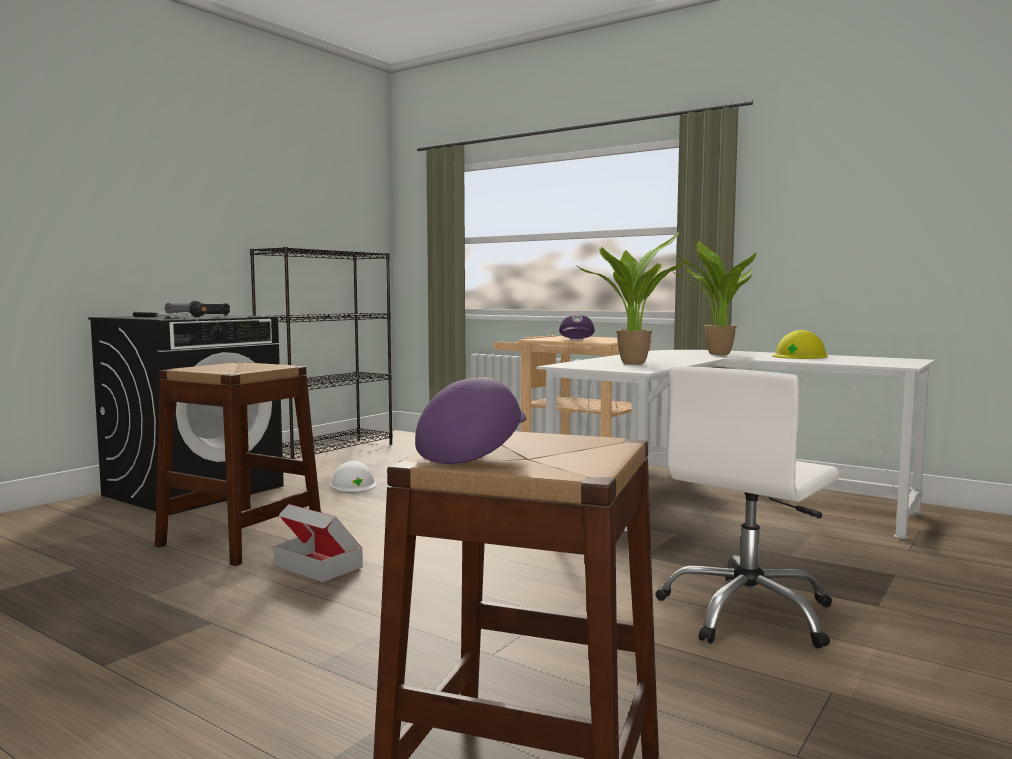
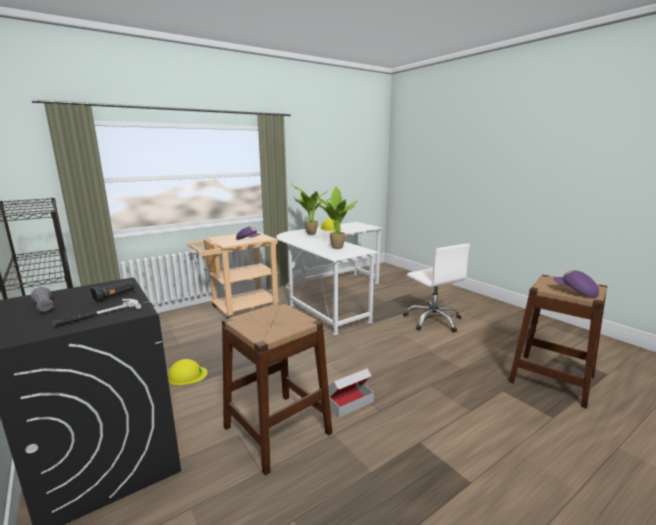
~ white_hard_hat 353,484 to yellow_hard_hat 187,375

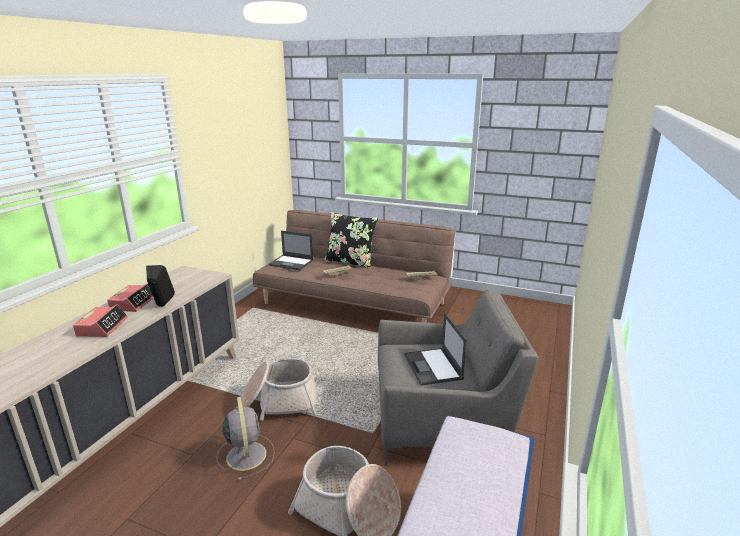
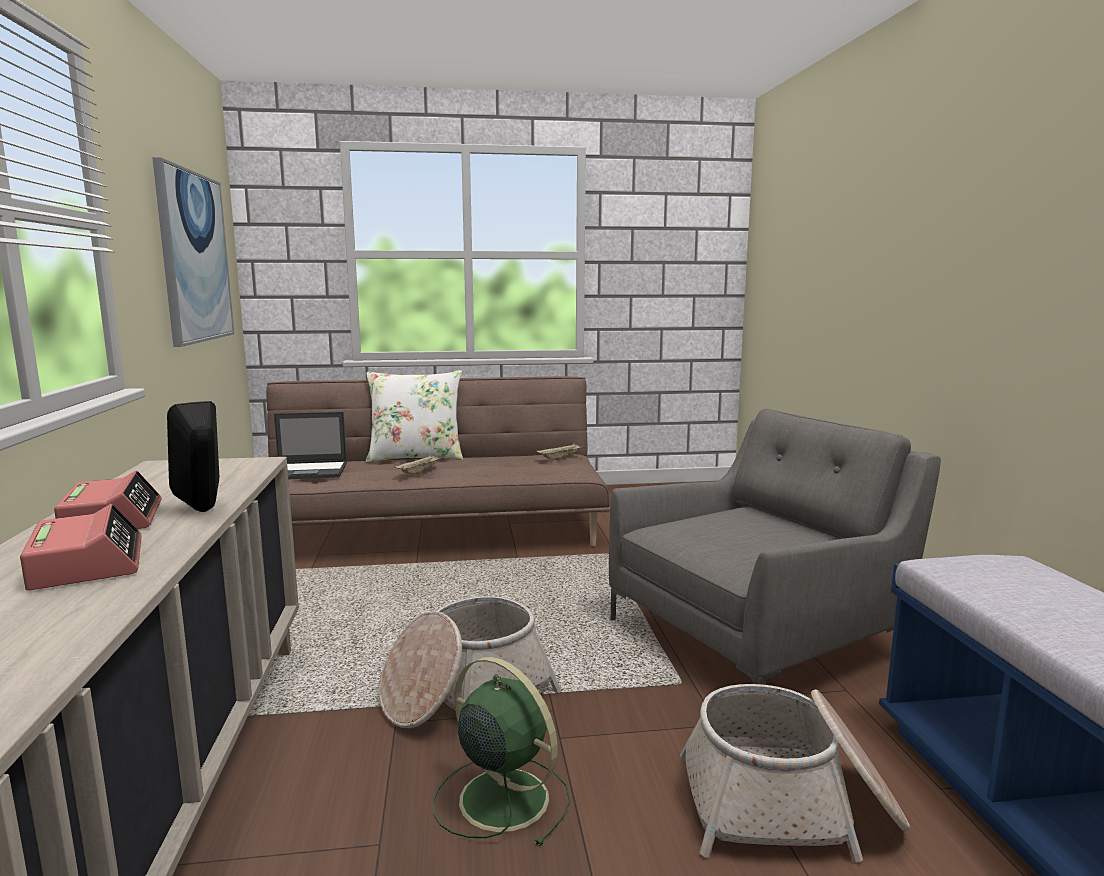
~ black_pillow 350,262 to white_pillow 416,457
- laptop 433,367
~ grey_fan 246,454 to green_fan 501,797
+ picture 195,257

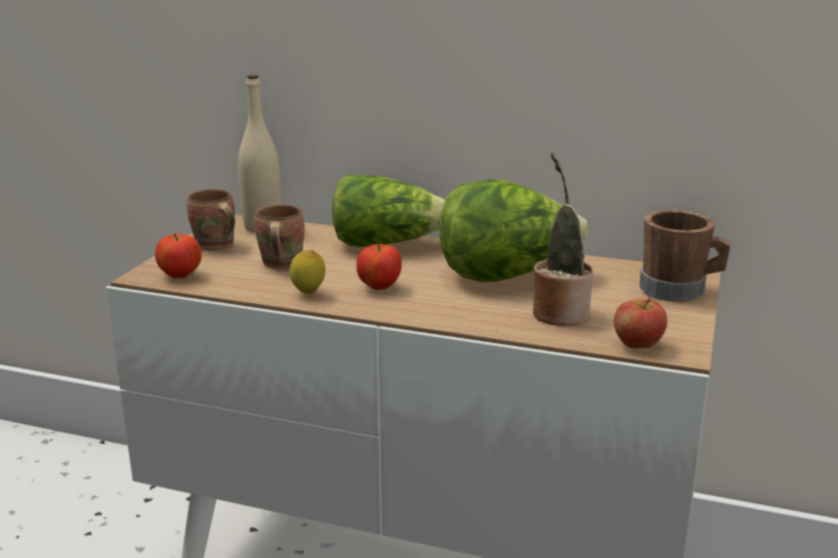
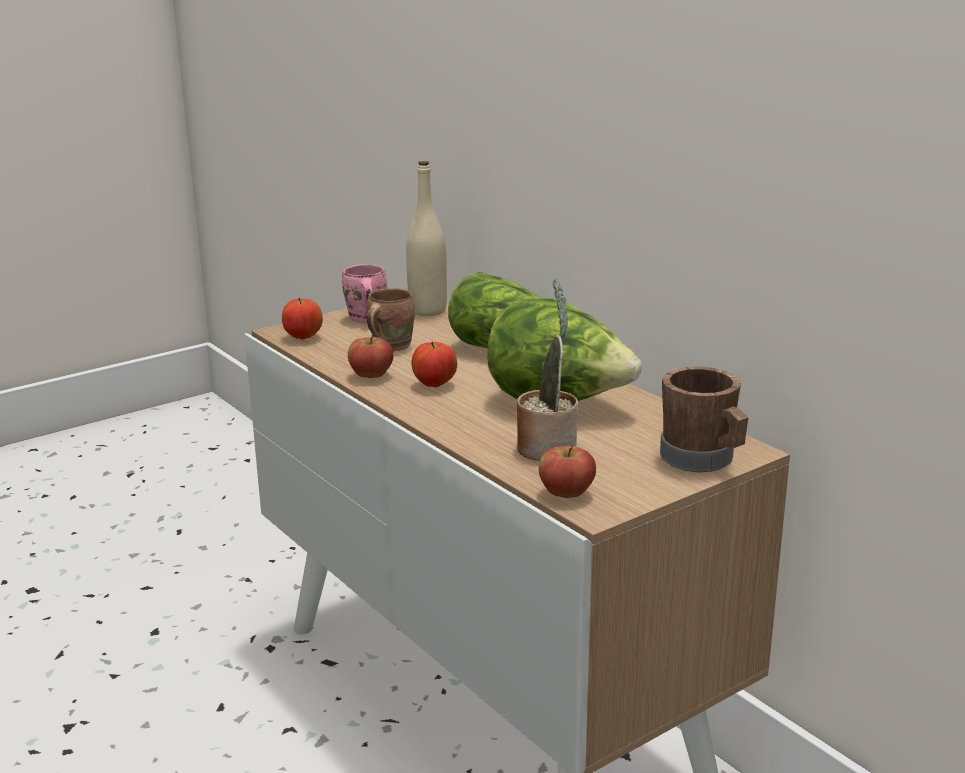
~ brown_mug 214,246 to pink_mug 365,319
~ lemon 308,294 to apple 371,375

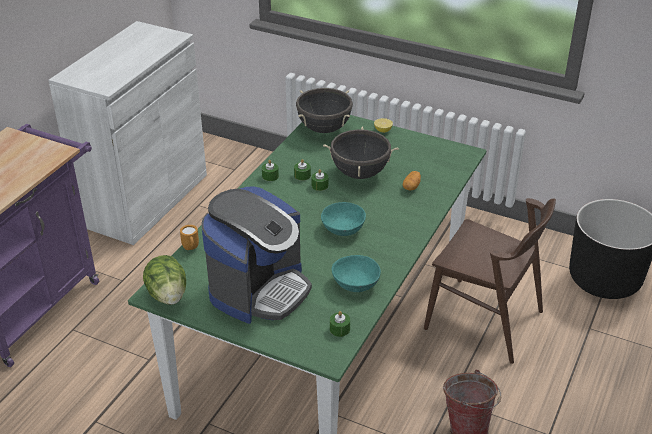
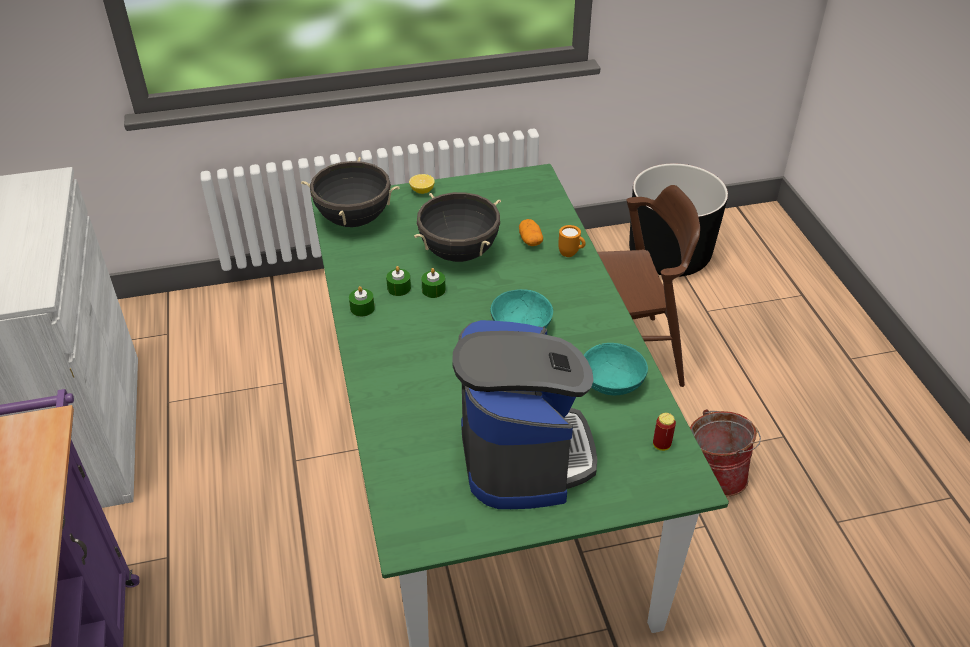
~ orange_mug 191,249 to 571,254
- lettuce 168,295
~ green_candle 339,329 to can 661,445

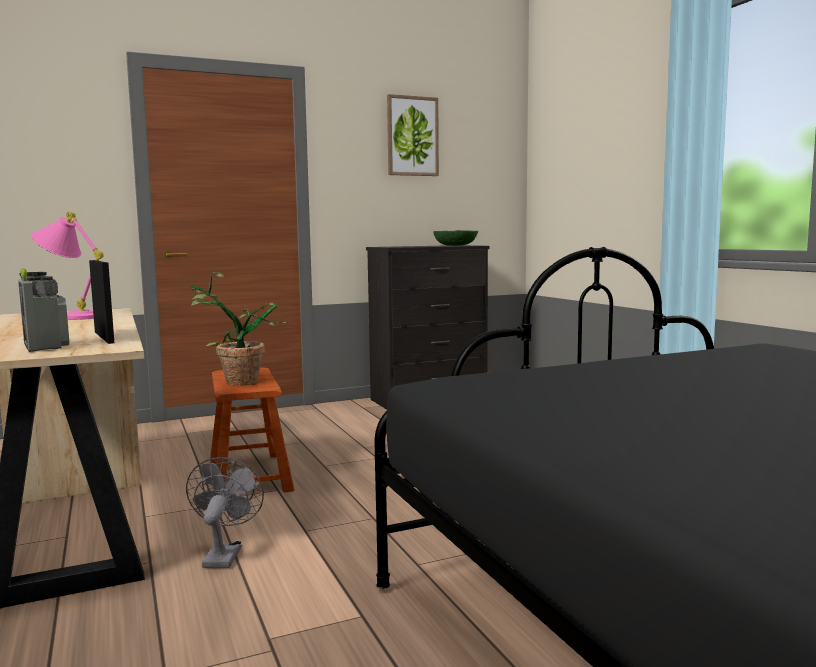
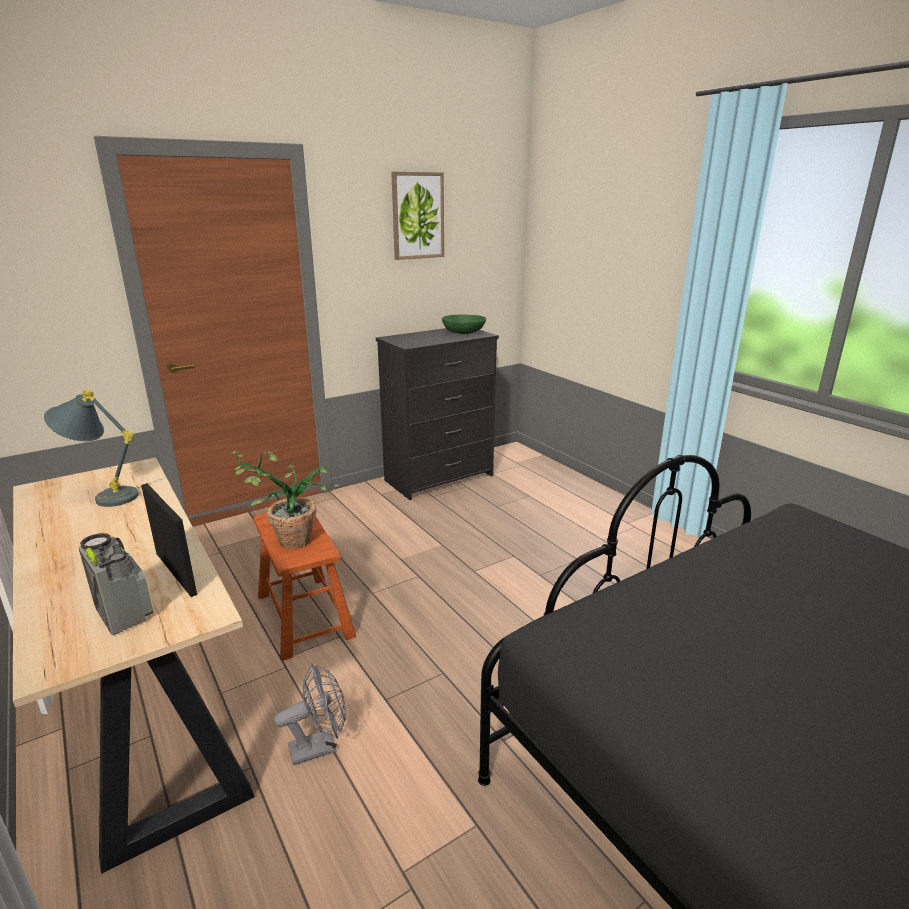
~ pink_table_lamp 71,317 to grey_table_lamp 104,497
~ grey_fan 224,554 = 320,746 75 degrees clockwise

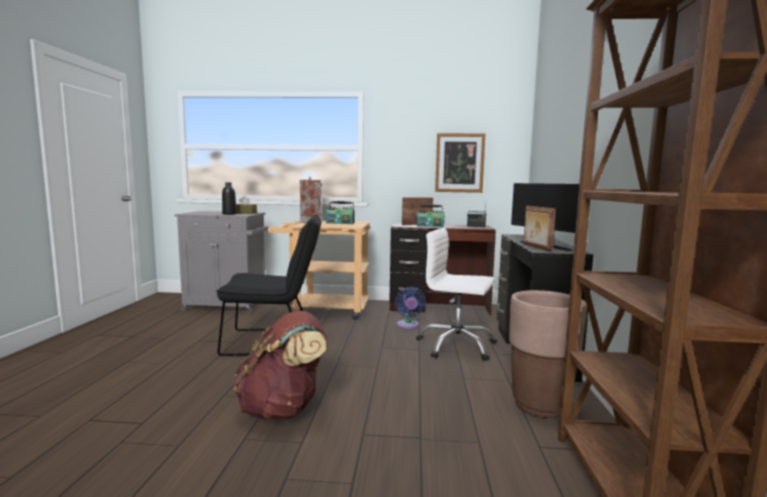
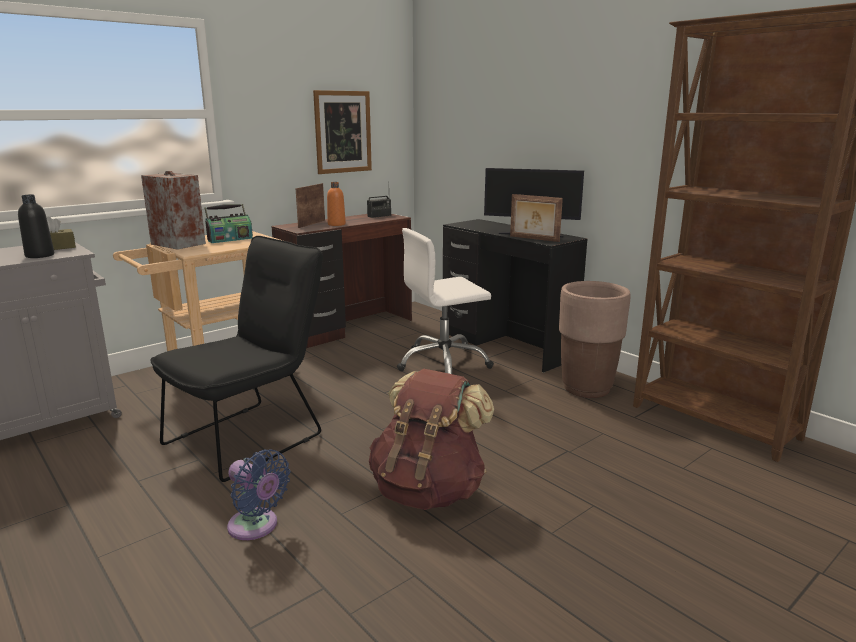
~ radio 430,226 to orange_bottle 336,224
~ blue_fan 408,325 to 256,527

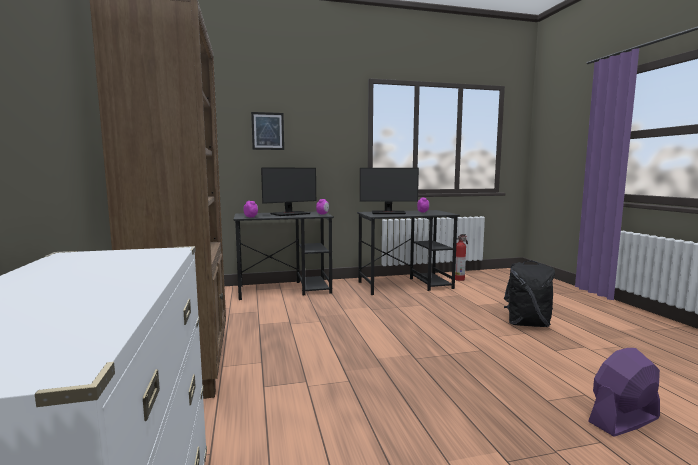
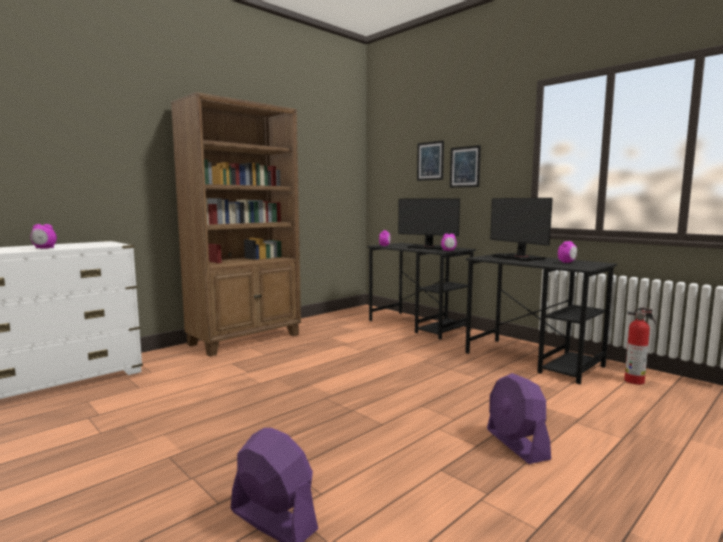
~ black_backpack 527,324 to purple_fan 516,444
+ picture 465,167
+ alarm_clock 44,248

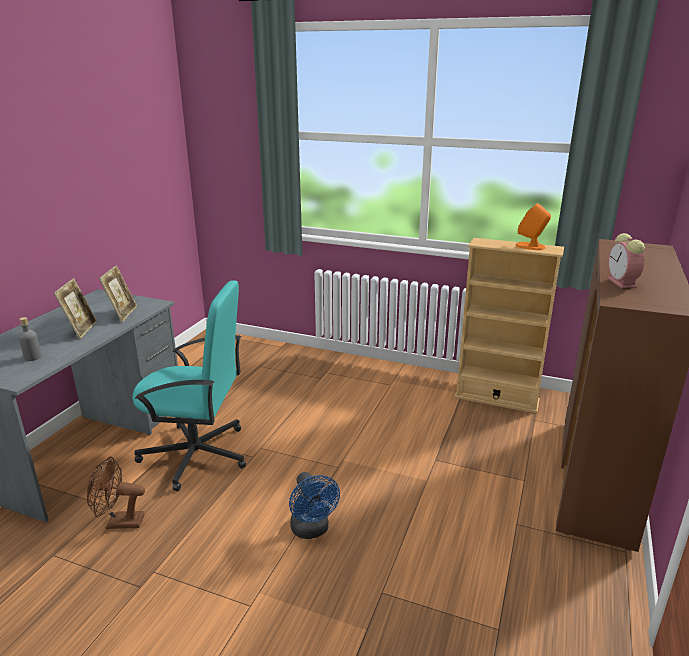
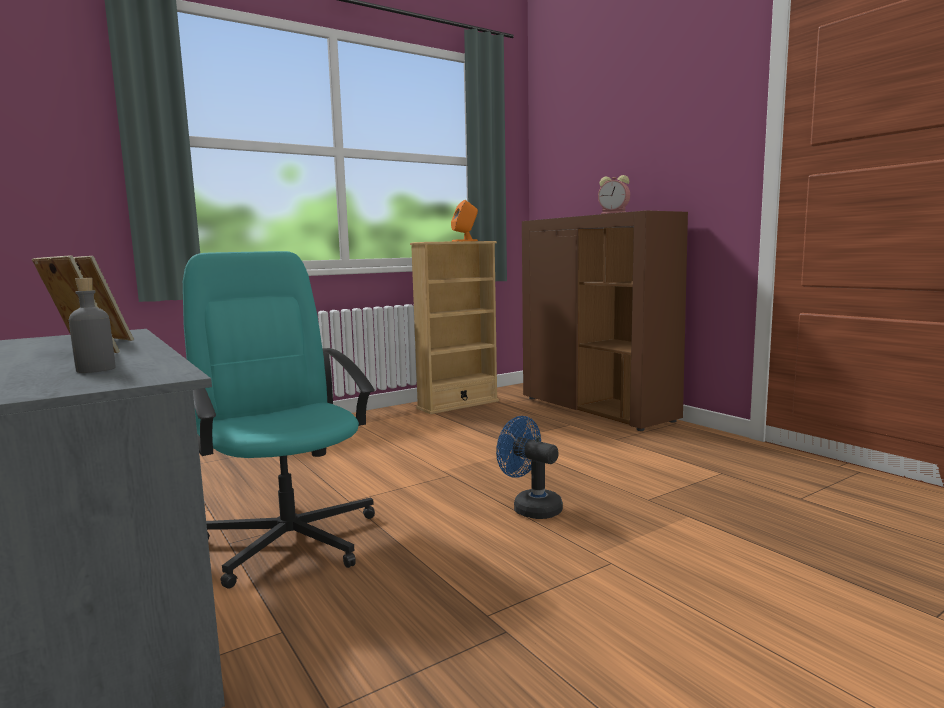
~ turquoise_office_chair 197,455 = 290,539 75 degrees counterclockwise
- brown_fan 119,522
~ blue_fan 312,530 = 530,507 150 degrees counterclockwise

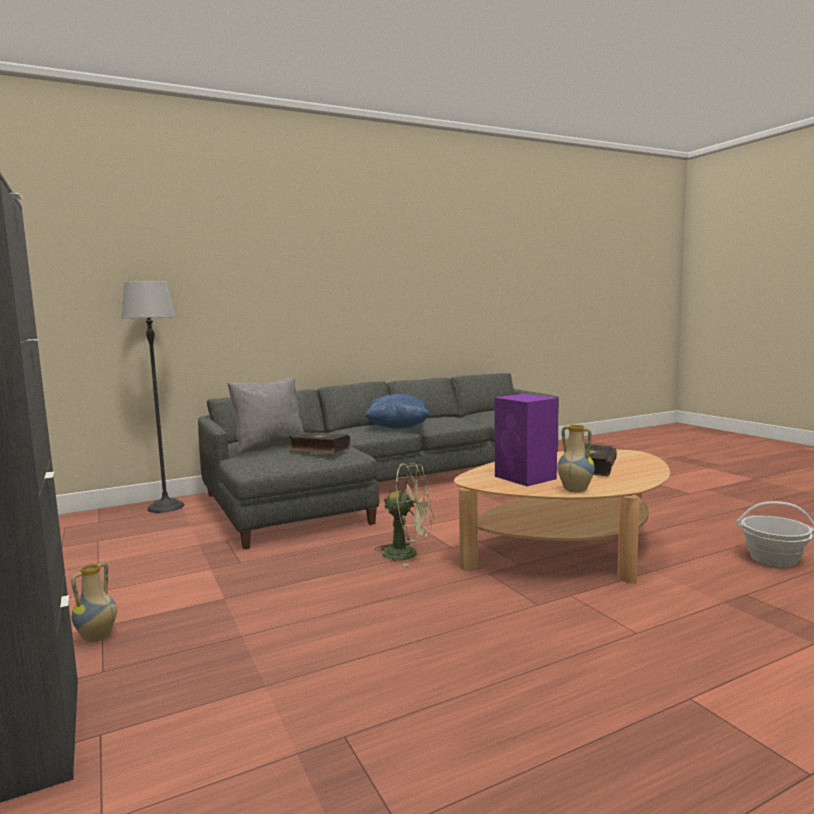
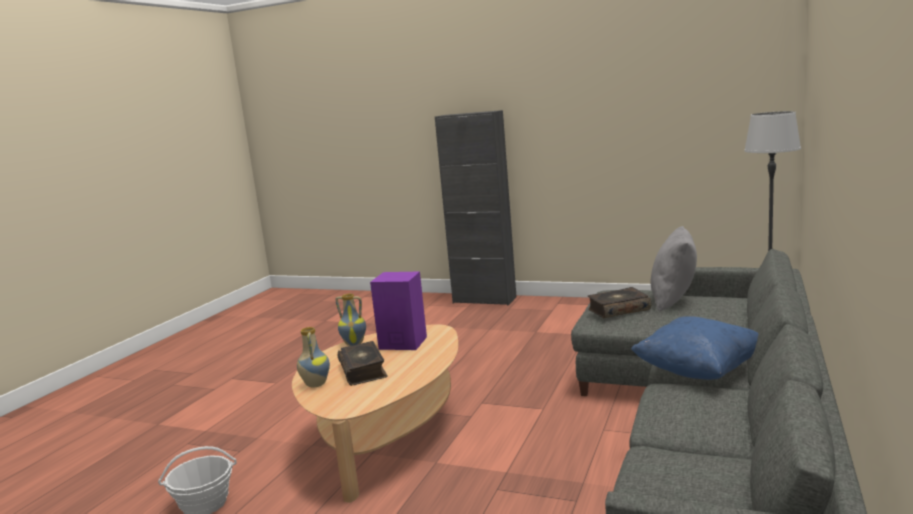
- green_fan 408,554
~ vase 97,638 to 315,384

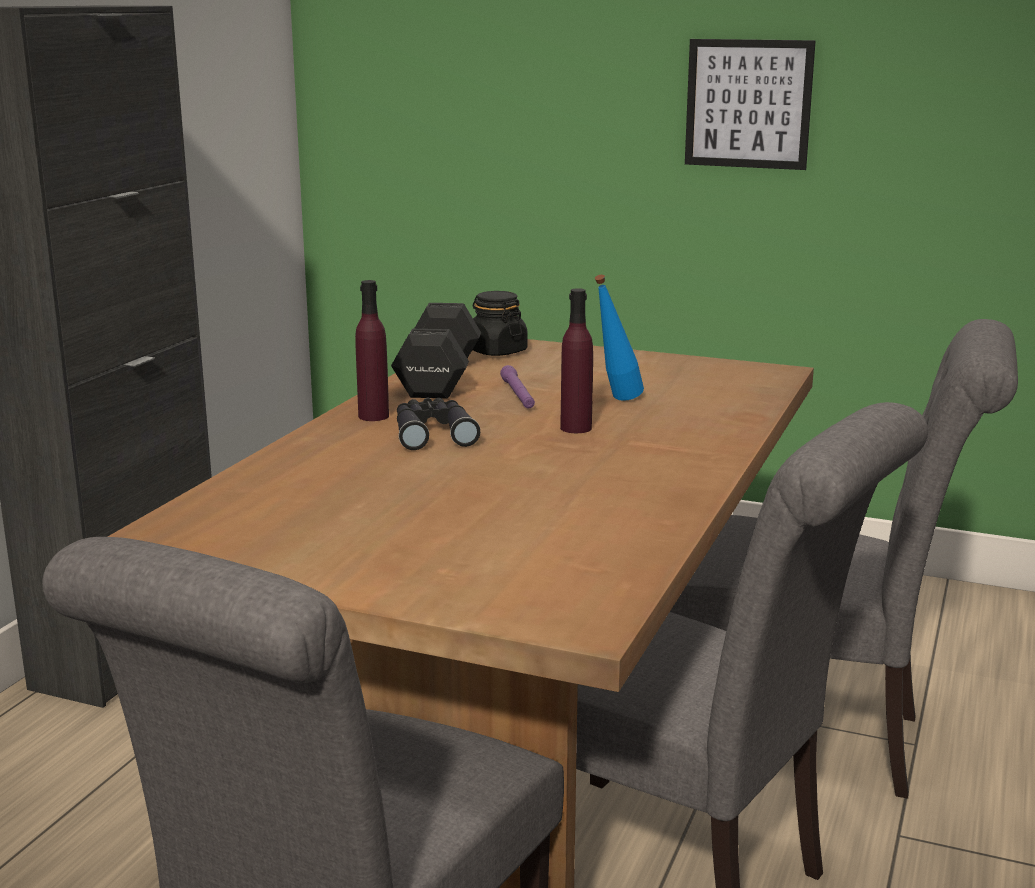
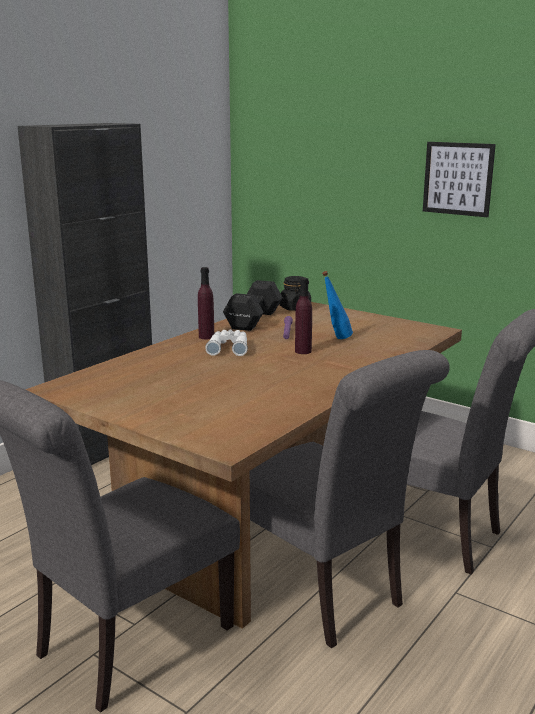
~ black_binoculars 433,433 to white_binoculars 228,348

